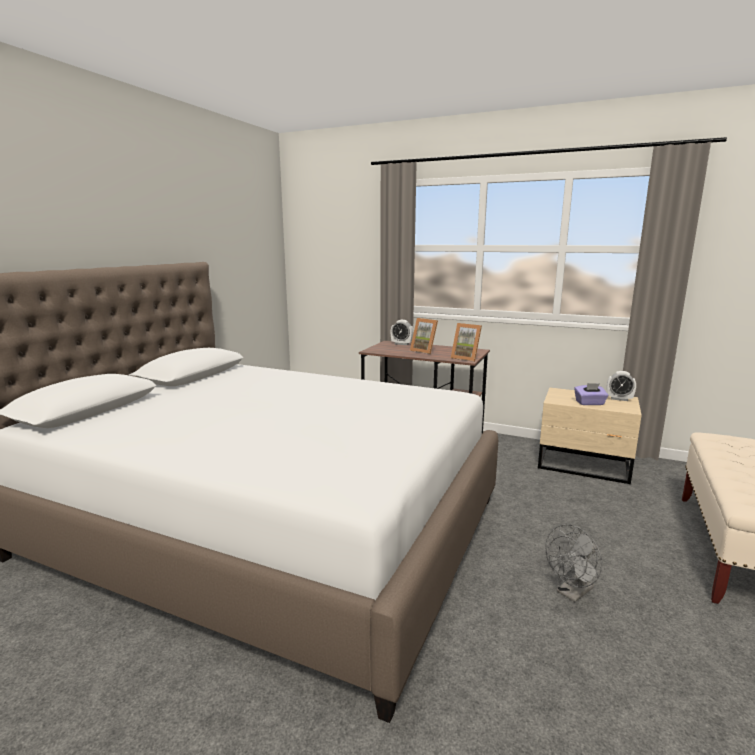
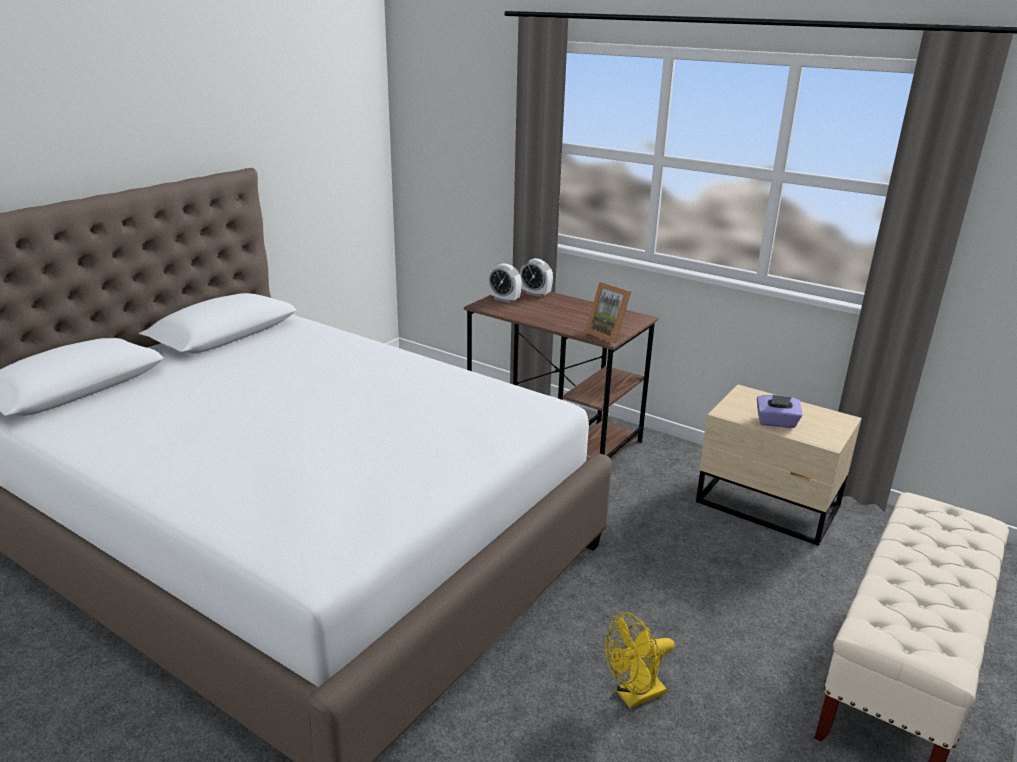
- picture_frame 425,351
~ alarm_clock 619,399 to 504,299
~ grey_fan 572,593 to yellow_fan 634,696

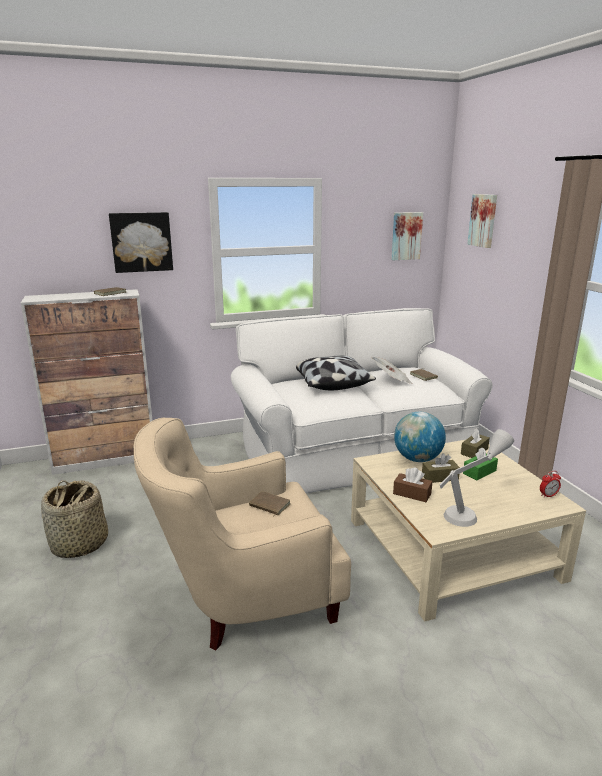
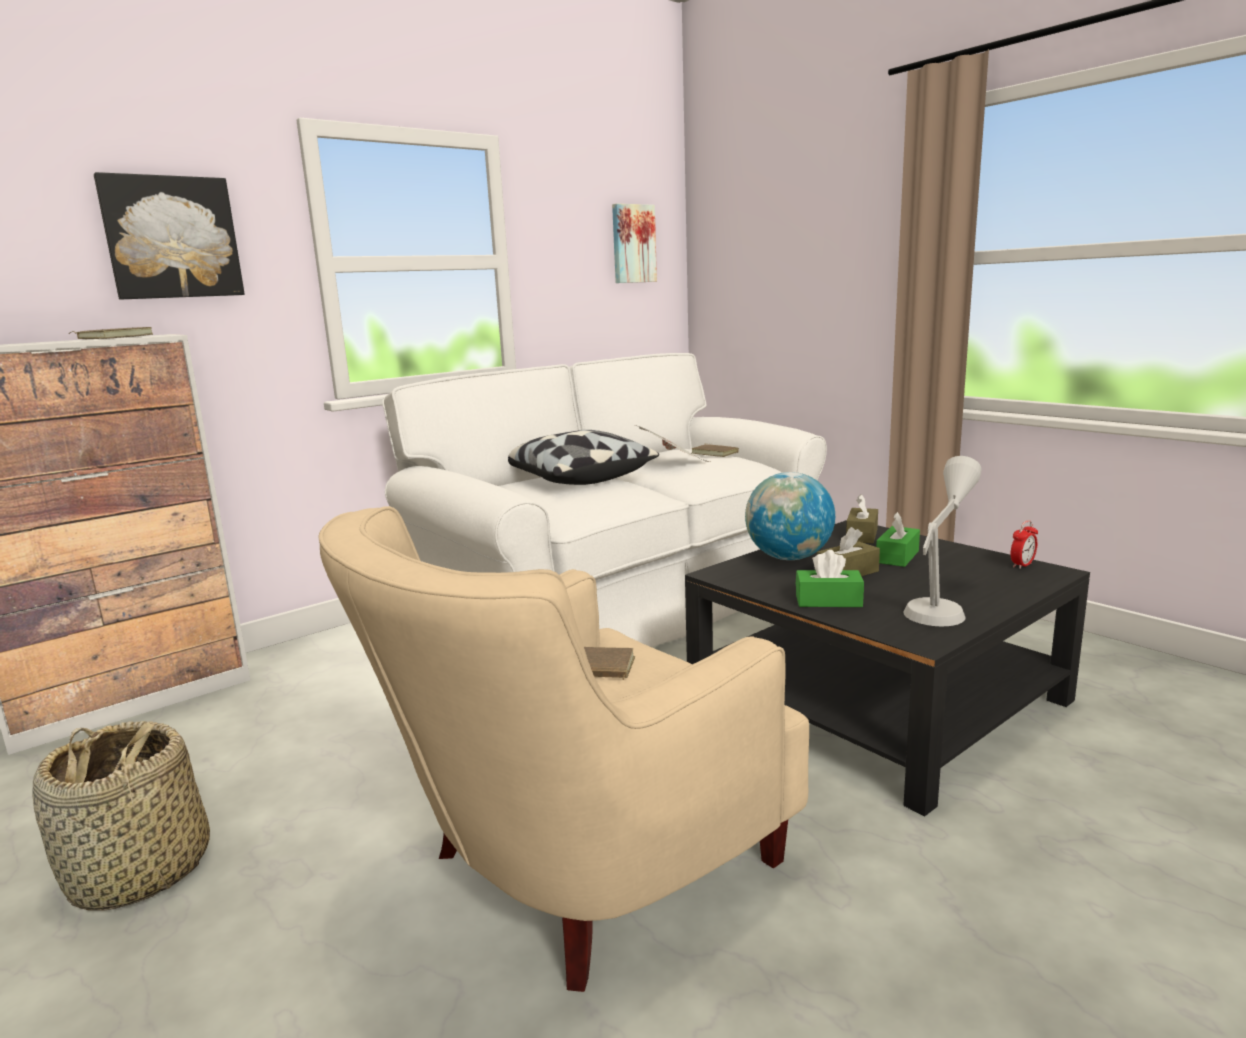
- picture 483,220
~ beige_coffee_table 452,548 to black_coffee_table 876,698
~ brown_tissue_box 412,494 to green_tissue_box 828,601

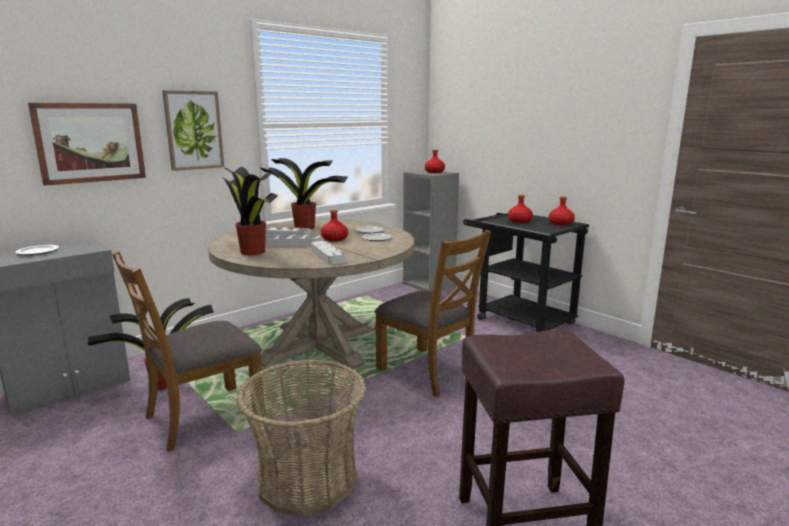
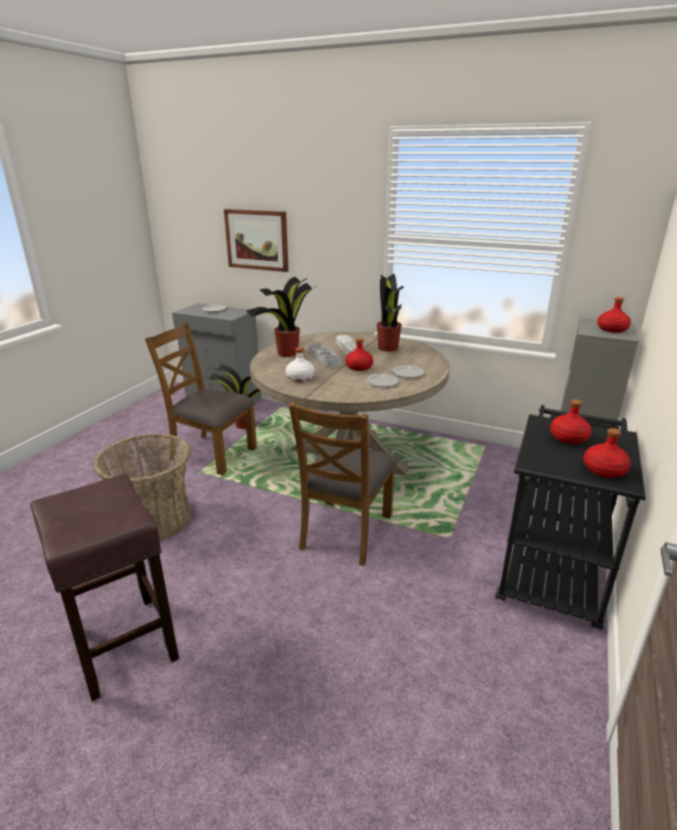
- picture 193,130
~ grey_tray 327,255 to white_bottle 300,378

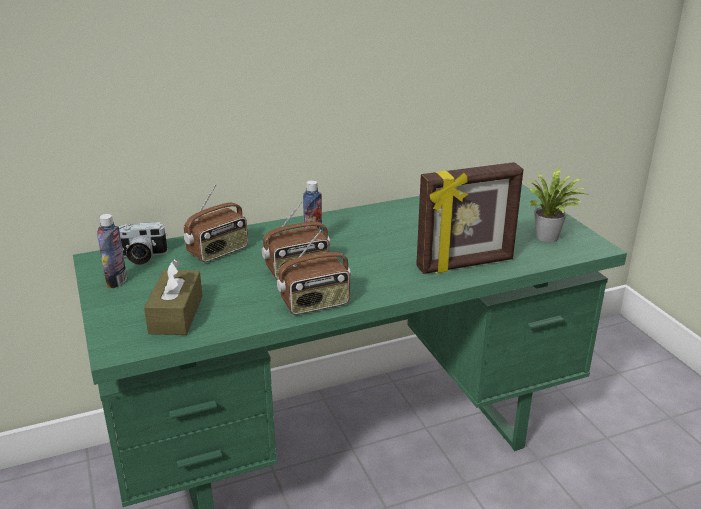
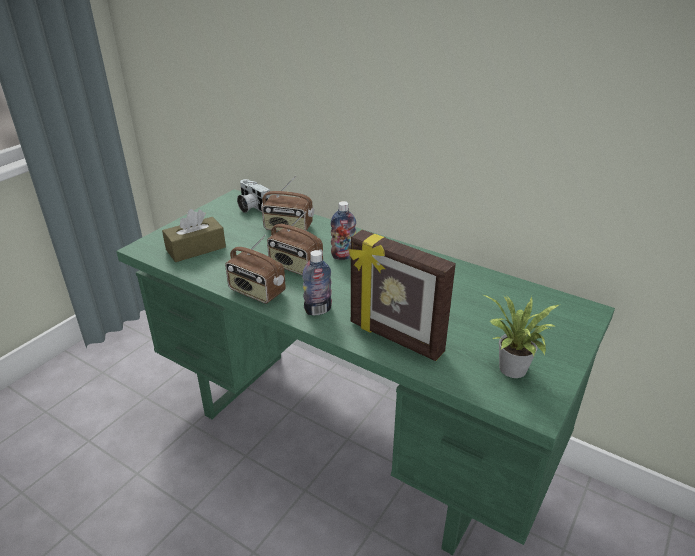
~ bottle 116,281 to 318,310

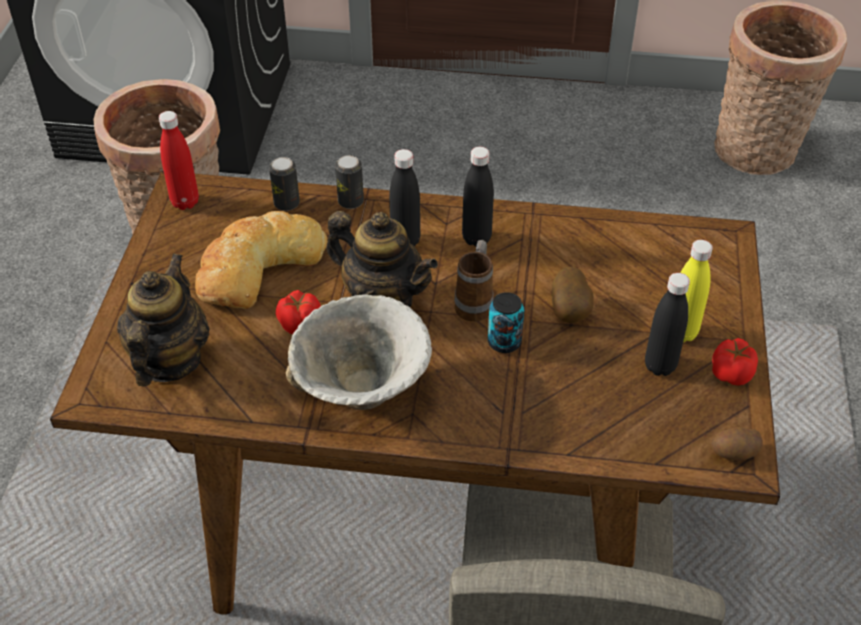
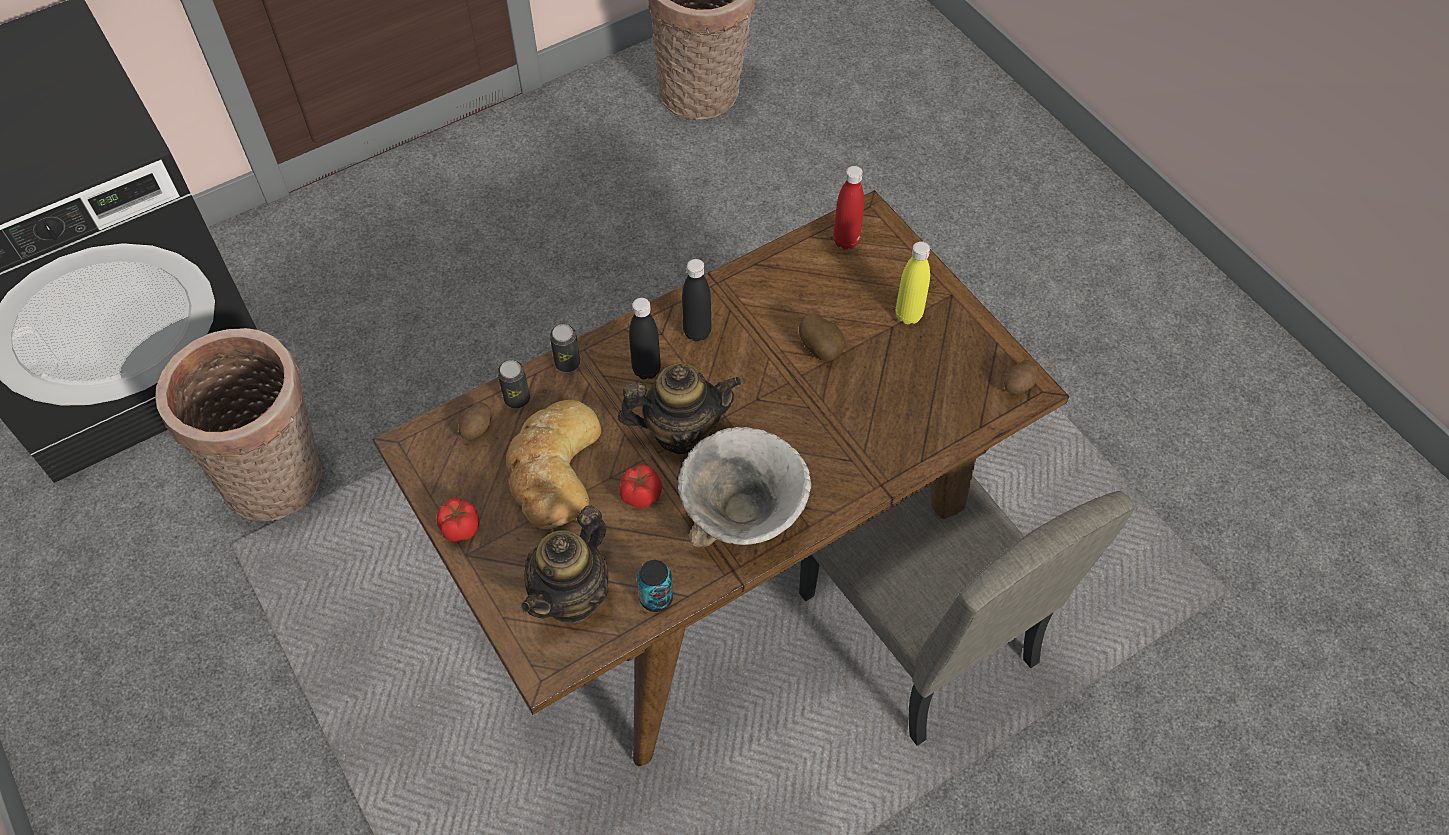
~ red_bottle 185,202 to 846,241
- mug 475,302
~ teapot 169,360 = 572,595 120 degrees counterclockwise
- black_bottle 660,366
~ can 504,342 to 656,598
~ tomato 731,373 to 460,527
+ potato 477,428

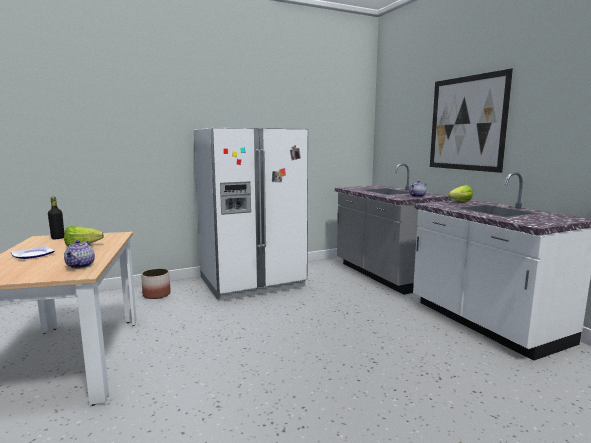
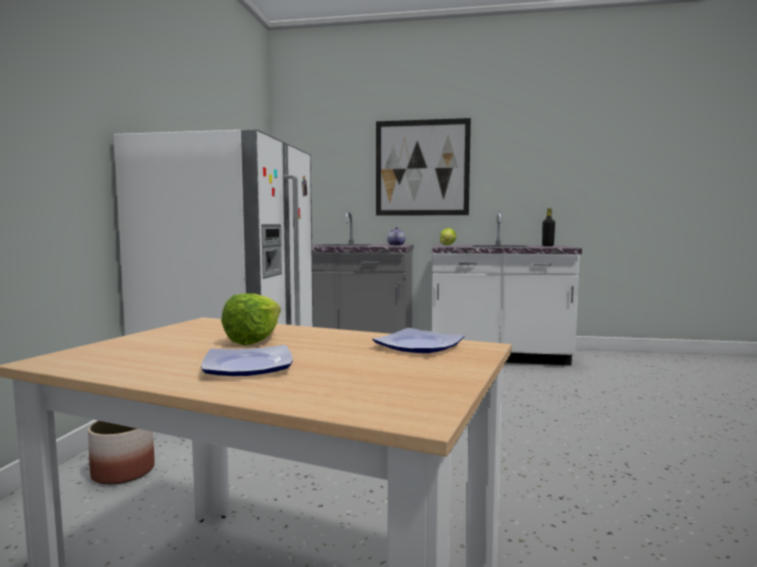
~ black_bottle 58,238 to 547,246
~ teapot 81,266 to plate 418,345

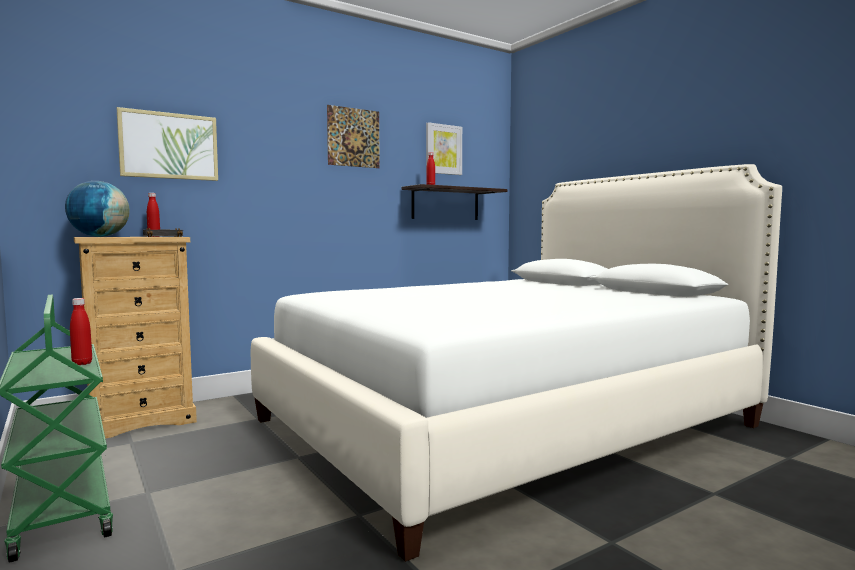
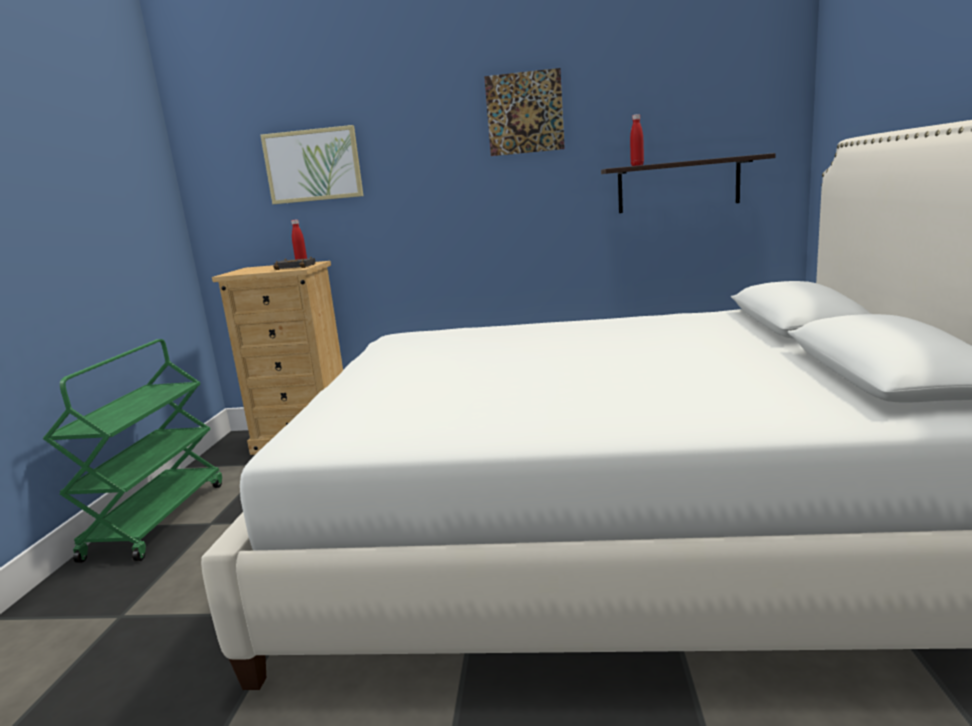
- picture 443,149
- globe 99,236
- red_bottle 82,363

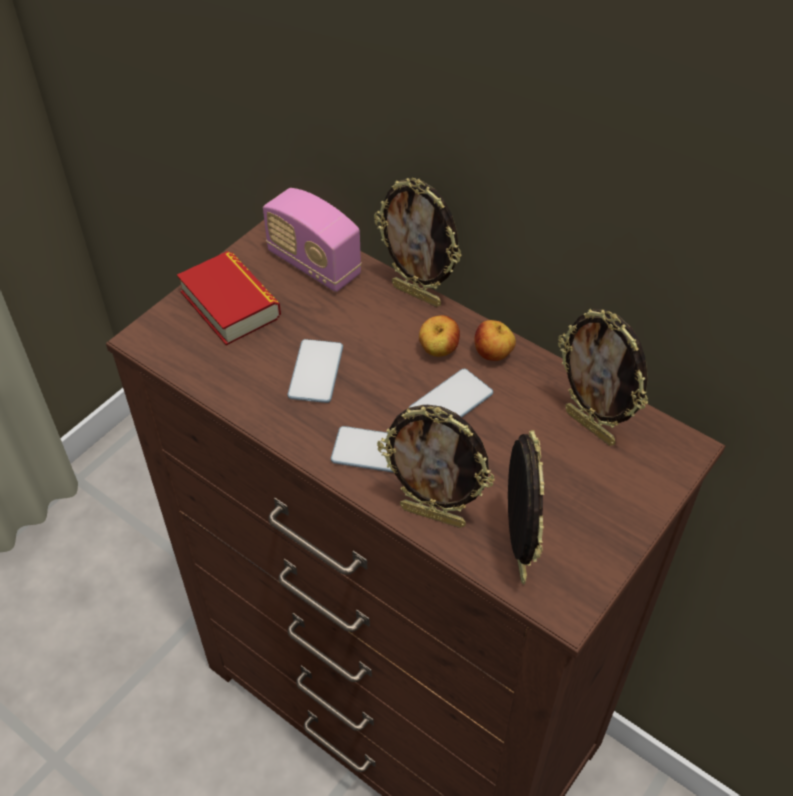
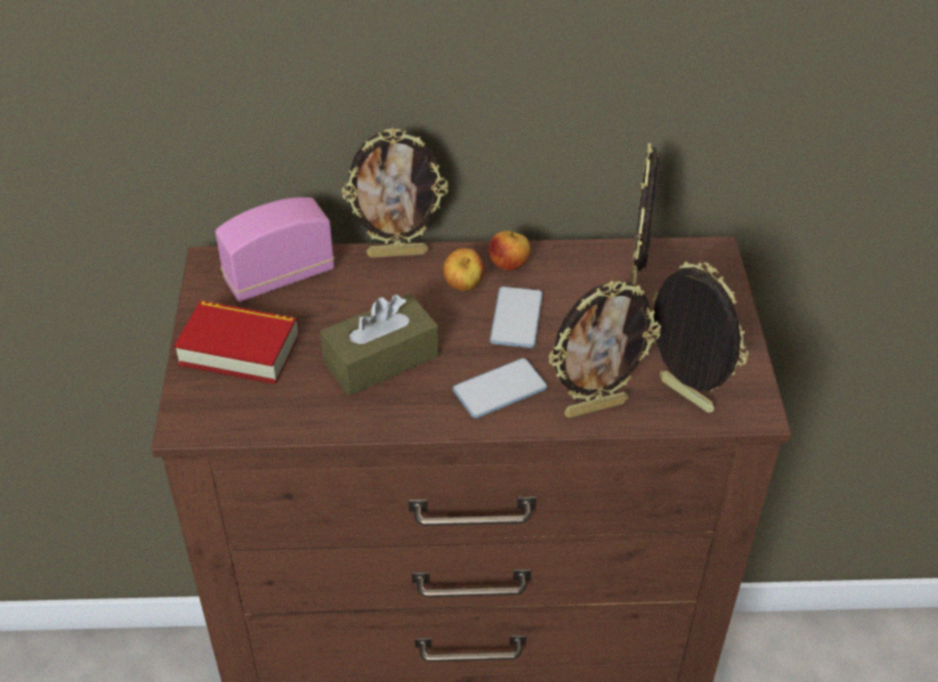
~ radio 314,264 = 279,276 150 degrees clockwise
~ picture_frame 591,427 = 636,276 90 degrees clockwise
~ phone 316,372 to brown_tissue_box 381,359

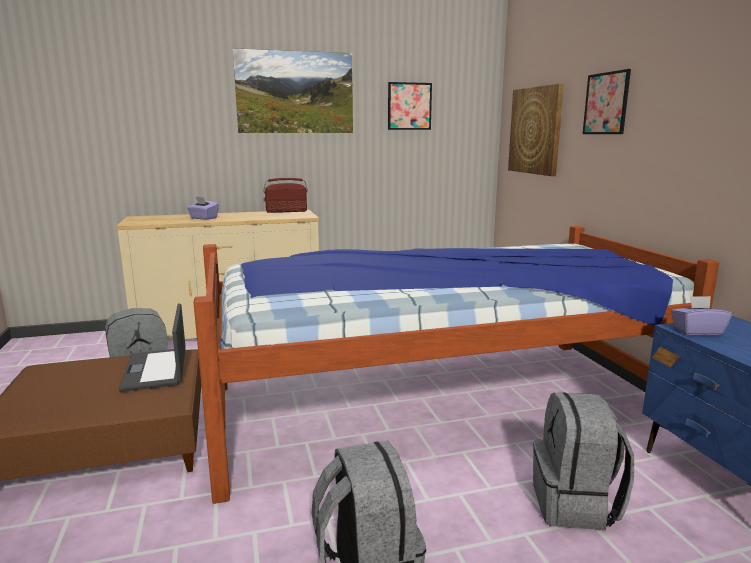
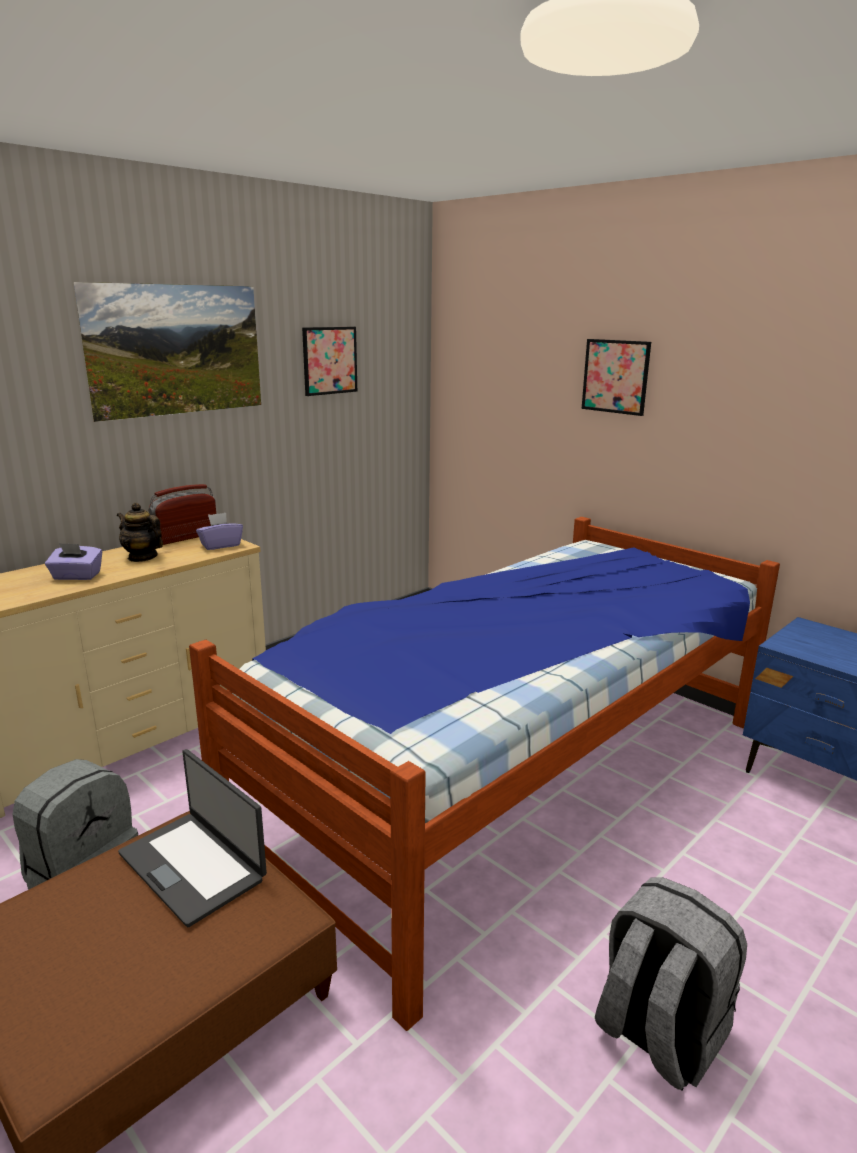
- picture 535,130
~ purple_tissue_box 697,331 to 220,545
- grey_backpack 575,504
+ teapot 142,557

